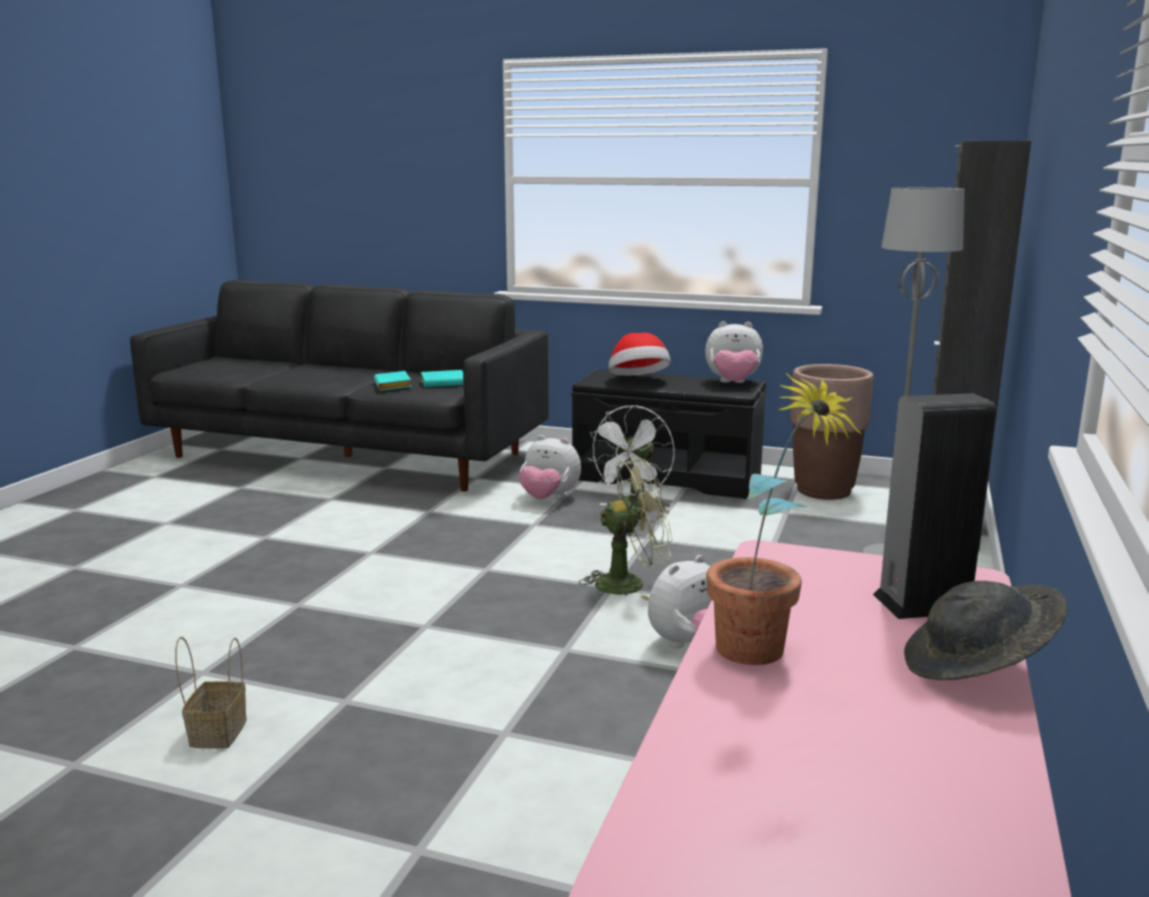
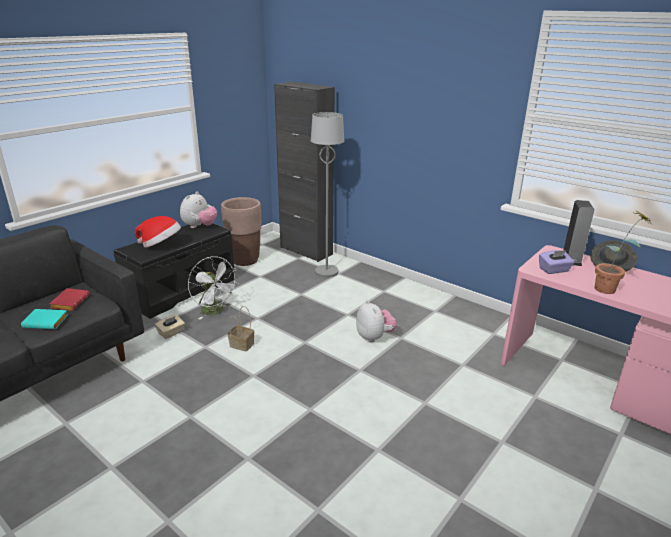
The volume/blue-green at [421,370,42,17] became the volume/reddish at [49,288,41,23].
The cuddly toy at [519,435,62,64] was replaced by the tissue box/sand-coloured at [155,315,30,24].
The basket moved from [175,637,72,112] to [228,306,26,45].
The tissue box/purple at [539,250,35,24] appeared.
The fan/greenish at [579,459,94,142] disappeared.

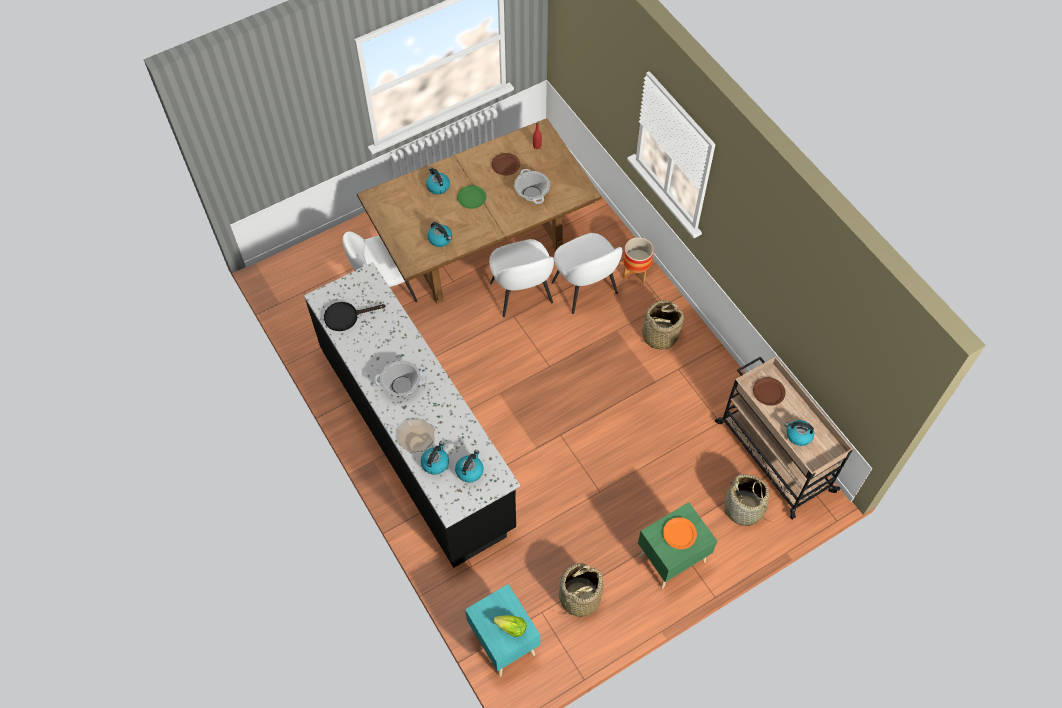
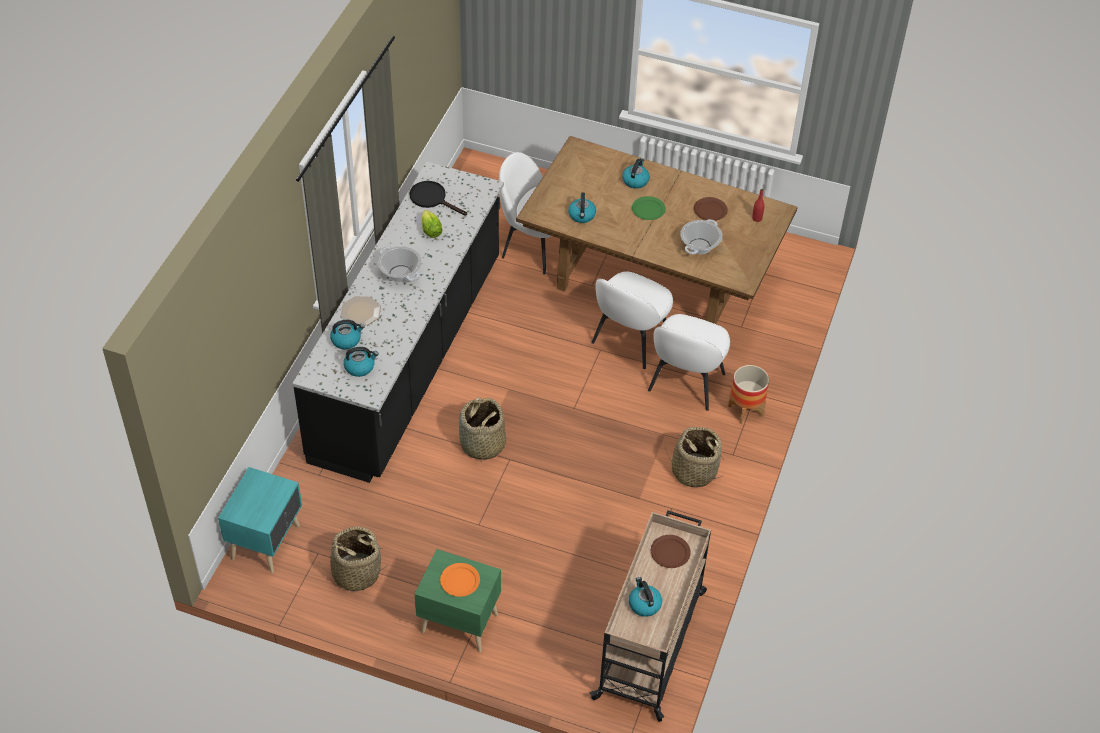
The lettuce moved from [493,615,33,22] to [422,210,20,28].
The basket moved from [724,474,47,52] to [459,398,47,65].

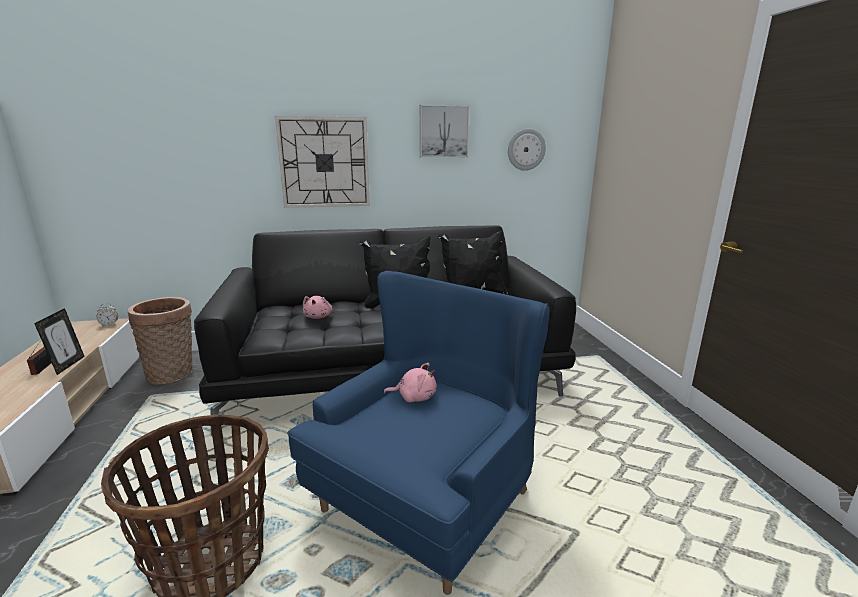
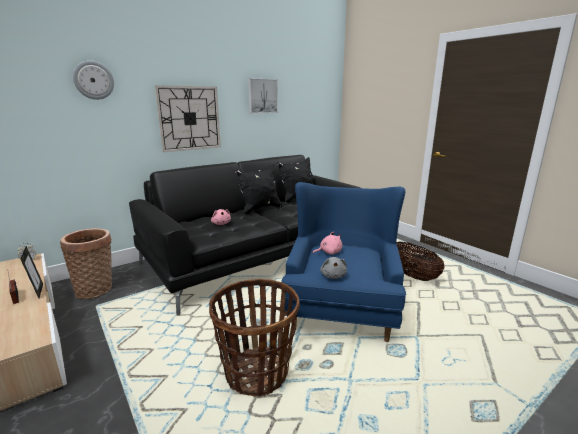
The clock on the wall moved from [508,129,38,42] to [73,60,41,40].
The cuddly toy/gray at [320,257,27,22] appeared.
The basket at [396,242,49,39] appeared.

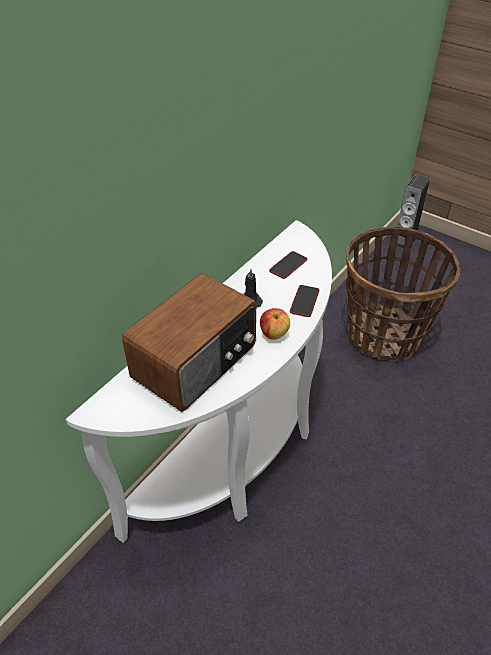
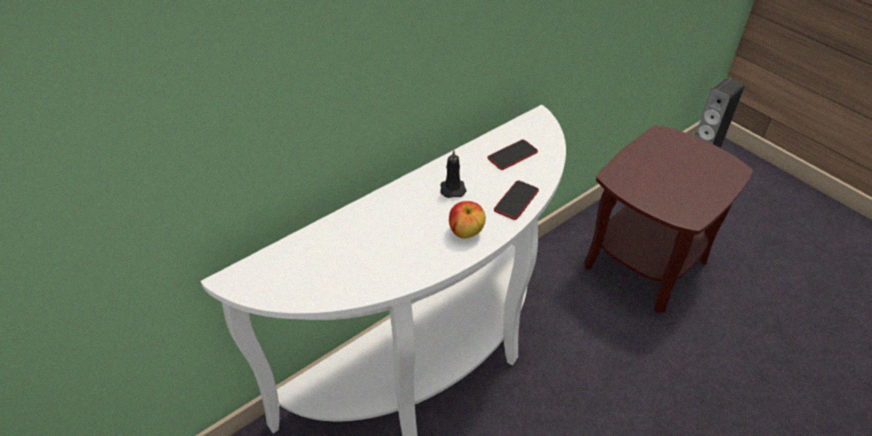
The basket at [346,227,114,135] was replaced by the end table/brown at [584,125,169,188].
The radio at [122,273,134,139] disappeared.

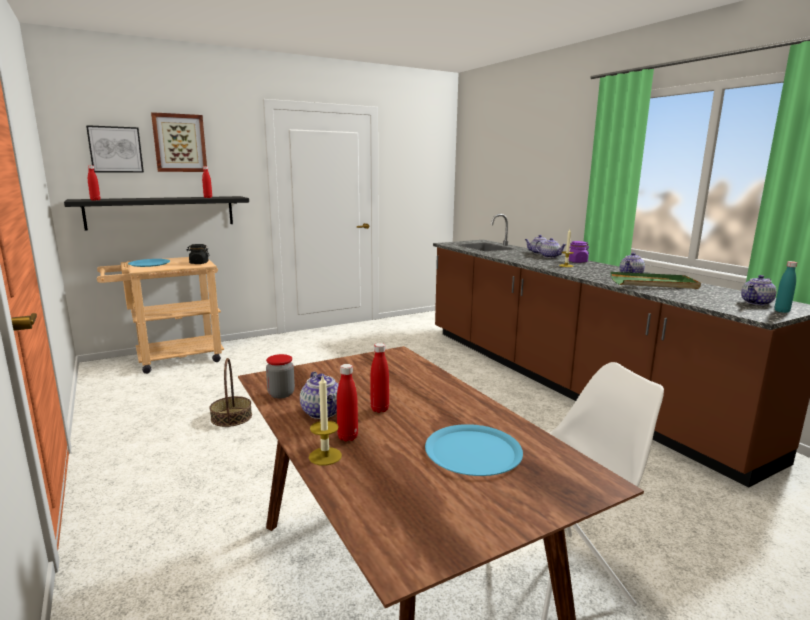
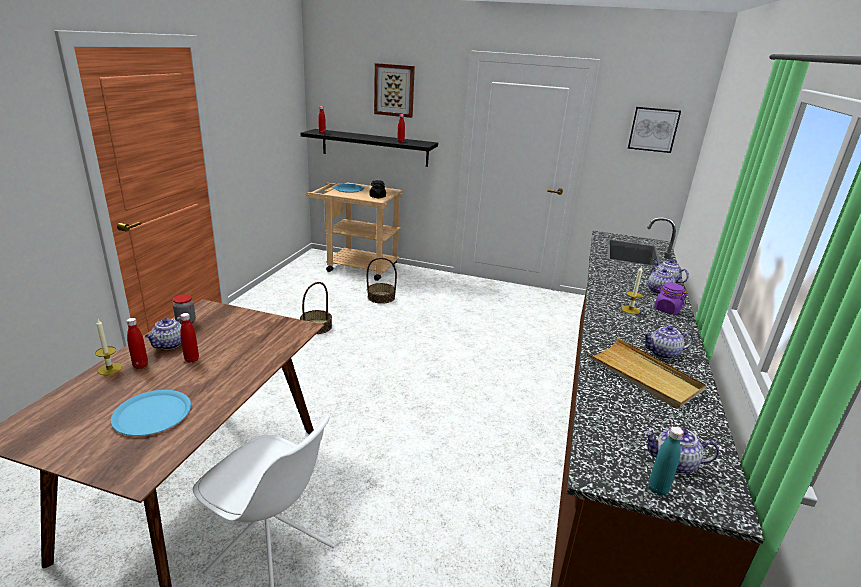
The basket at [367,258,30,46] appeared.
The carrying tray/greenish at [611,272,90,17] became the carrying tray/sand-coloured at [587,338,119,71].
The wall art moved from [86,125,58,48] to [628,107,53,46].

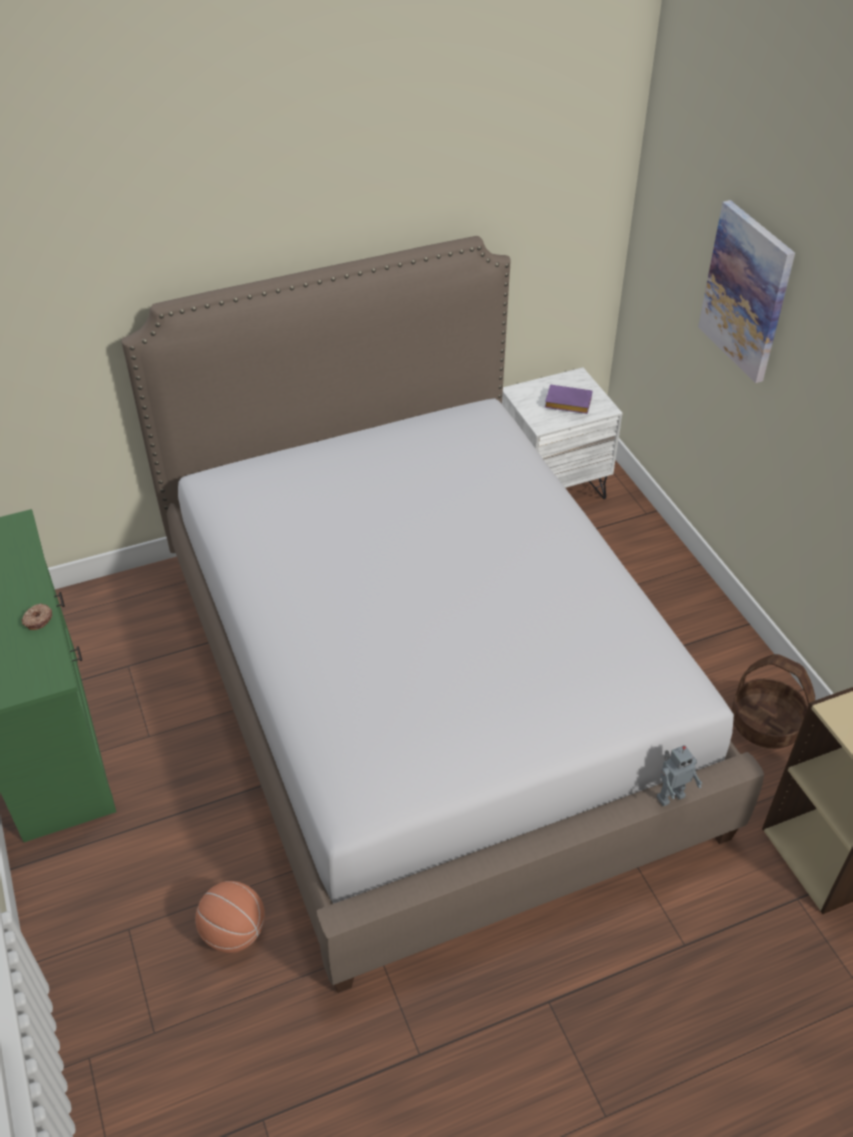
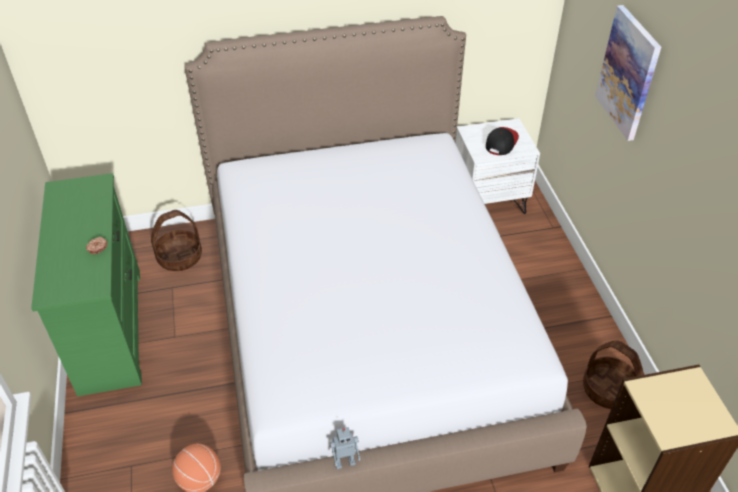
The basket at [151,210,51,61] appeared.
The model robot moved from [657,745,45,61] to [330,427,30,42].
The volume/purple at [545,385,47,29] was replaced by the baseball cap at [486,127,33,28].

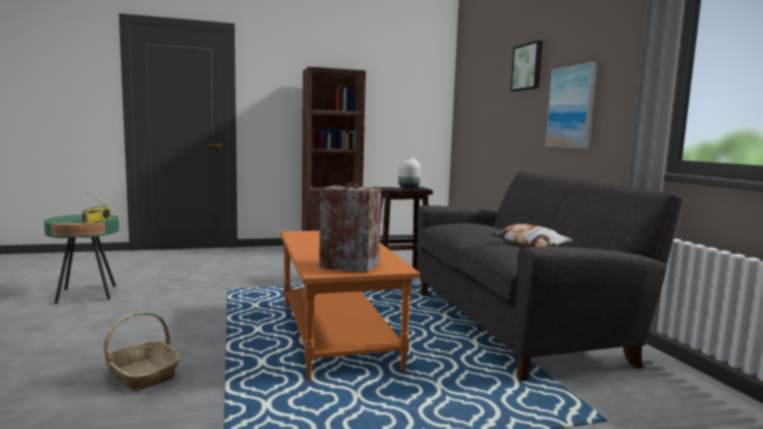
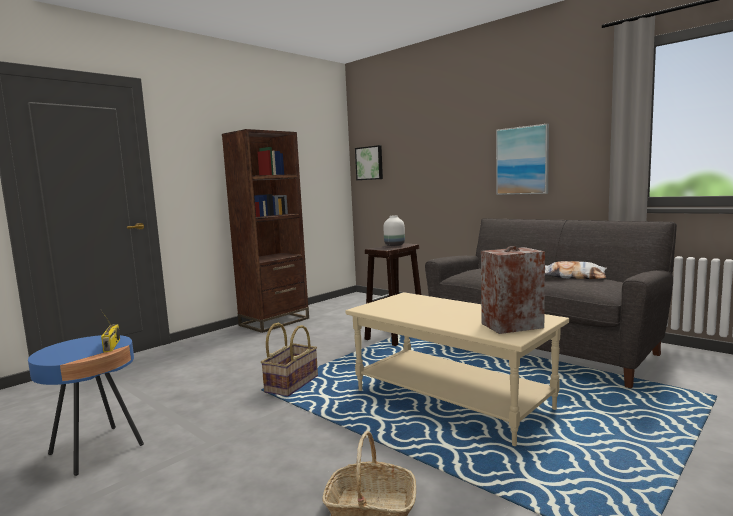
The end table/greenish at [44,214,75,89] became the end table/blue-coloured at [28,335,116,141].
The basket at [261,323,57,73] appeared.
The low table/orange-coloured at [280,231,140,149] became the low table/sand-coloured at [346,292,223,154].
The wall art moved from [511,41,32,50] to [355,145,28,35].

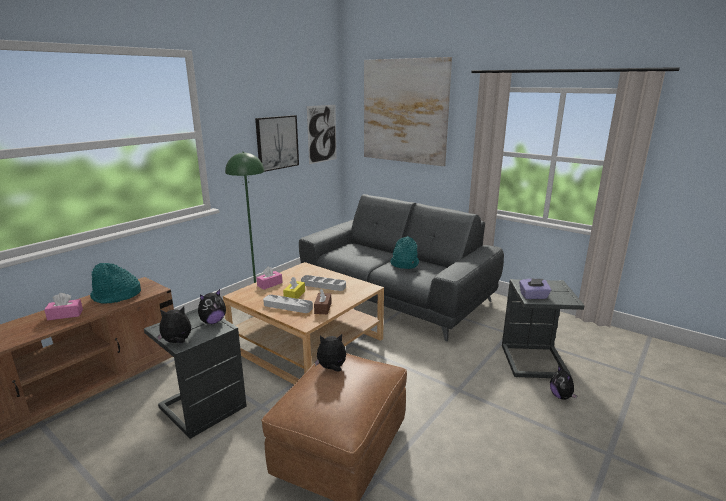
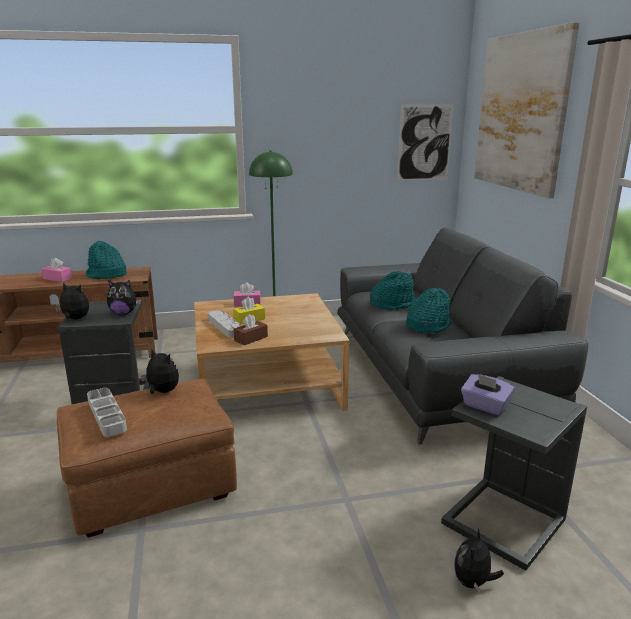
The carrying tray/gray moved from [301,275,45,16] to [87,388,40,49].
The hat/blue-green at [370,271,45,39] appeared.
The wall art at [255,115,44,57] disappeared.

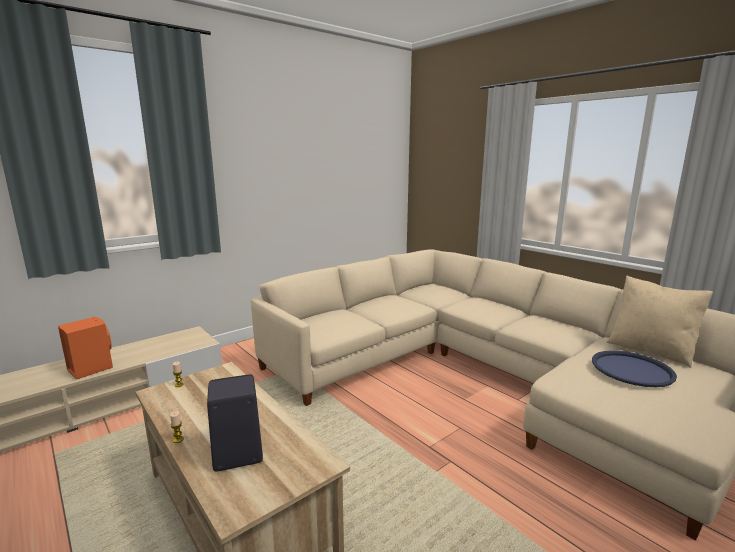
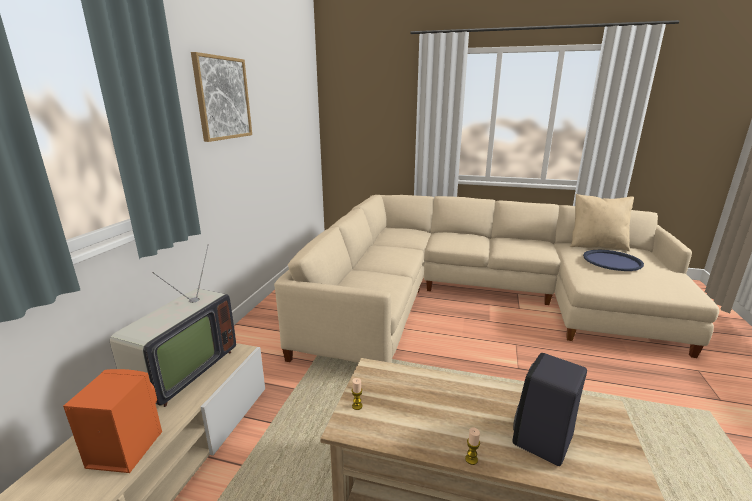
The television at [110,244,126,163] appeared.
The wall art at [191,52,61,90] appeared.

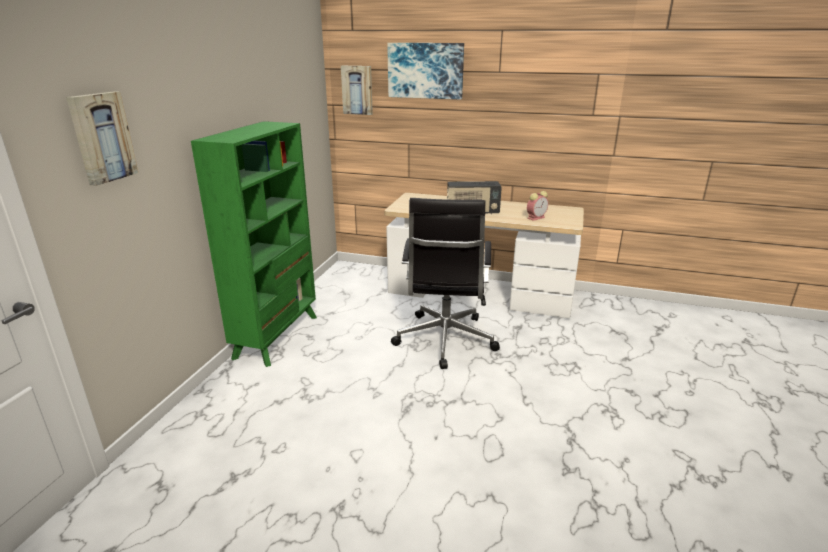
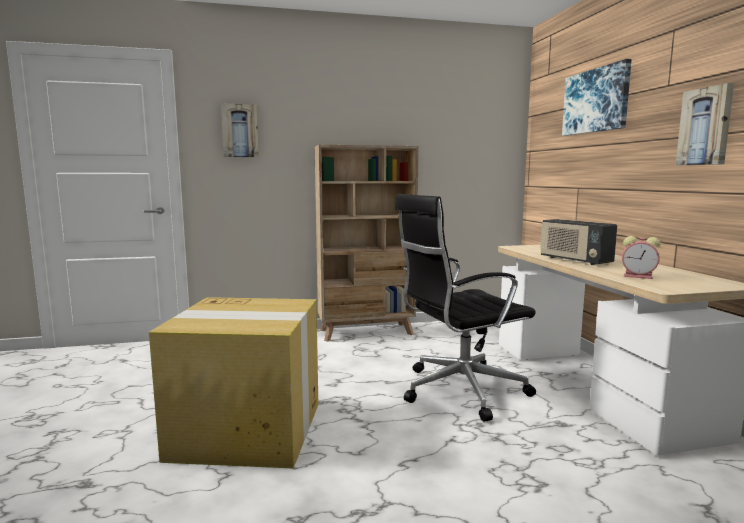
The carton at [149,297,170,172] appeared.
The bookshelf/greenish at [191,121,126,246] became the bookshelf/sand-coloured at [315,145,104,197].
The wall art moved from [341,66,32,49] to [676,83,58,82].

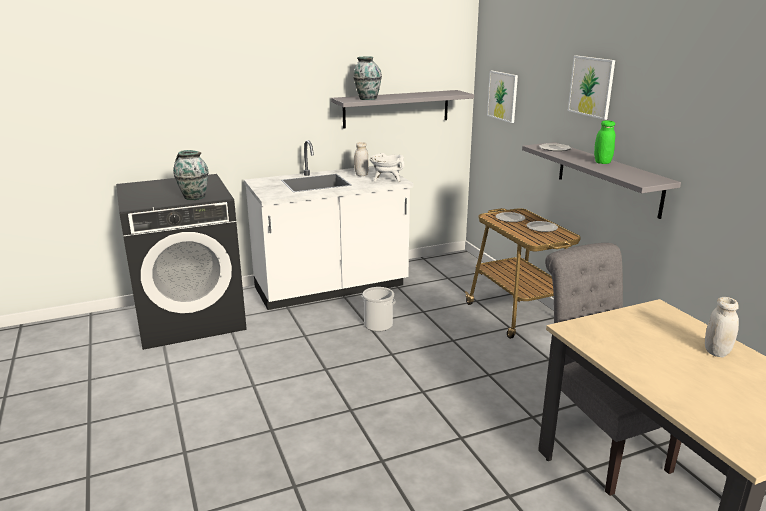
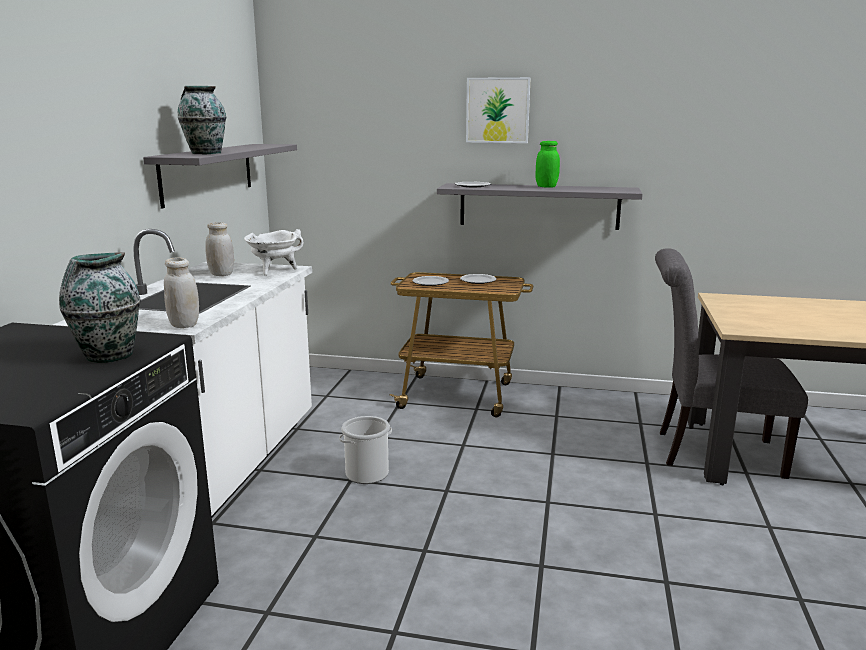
The jar/white moved from [705,297,34,61] to [164,258,35,70].
The wall art at [487,71,31,52] disappeared.

